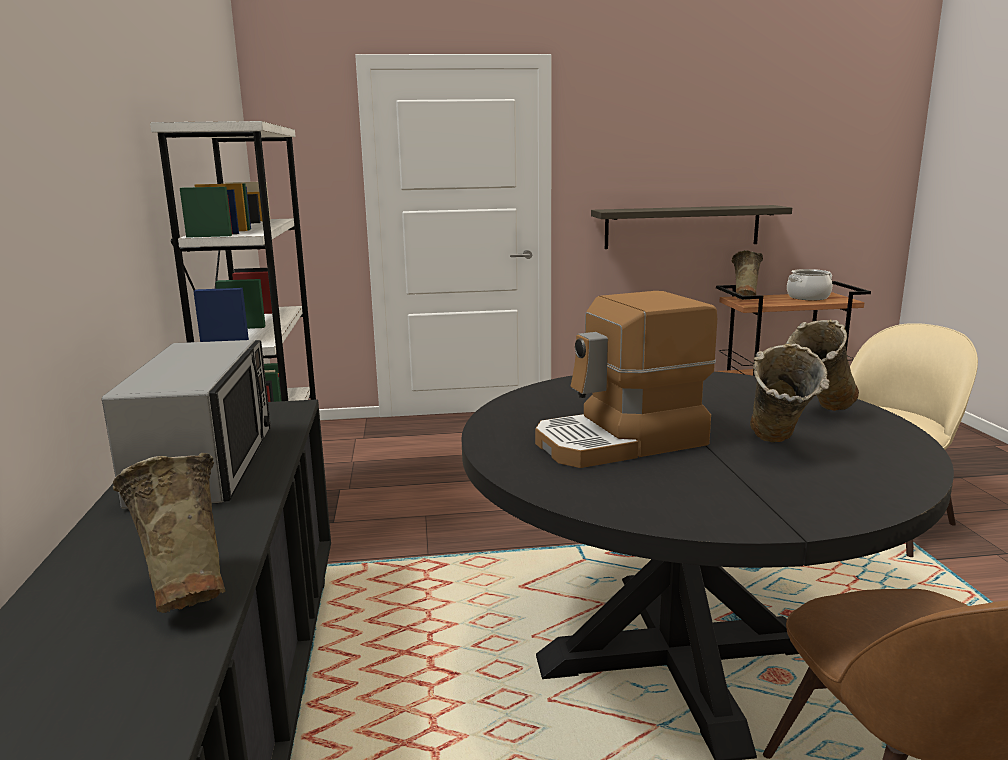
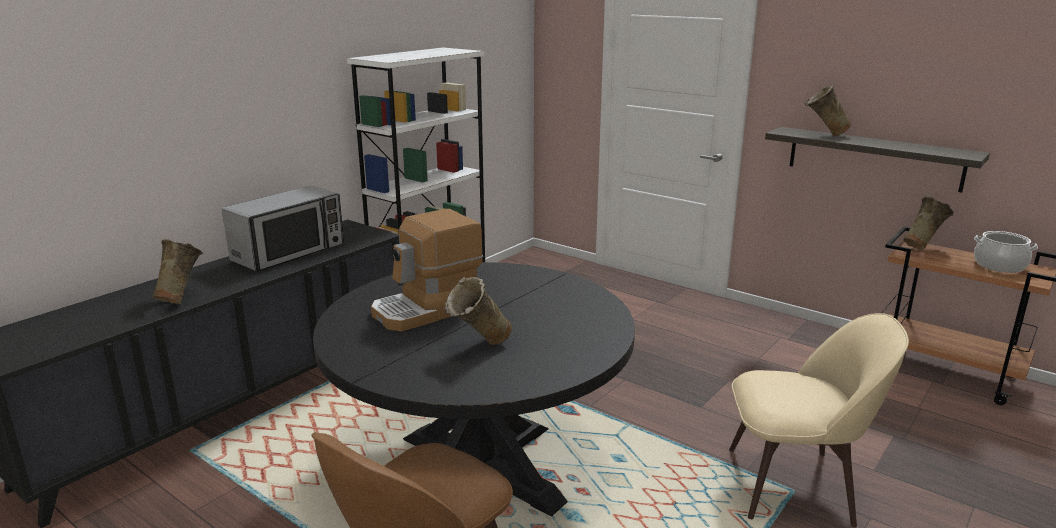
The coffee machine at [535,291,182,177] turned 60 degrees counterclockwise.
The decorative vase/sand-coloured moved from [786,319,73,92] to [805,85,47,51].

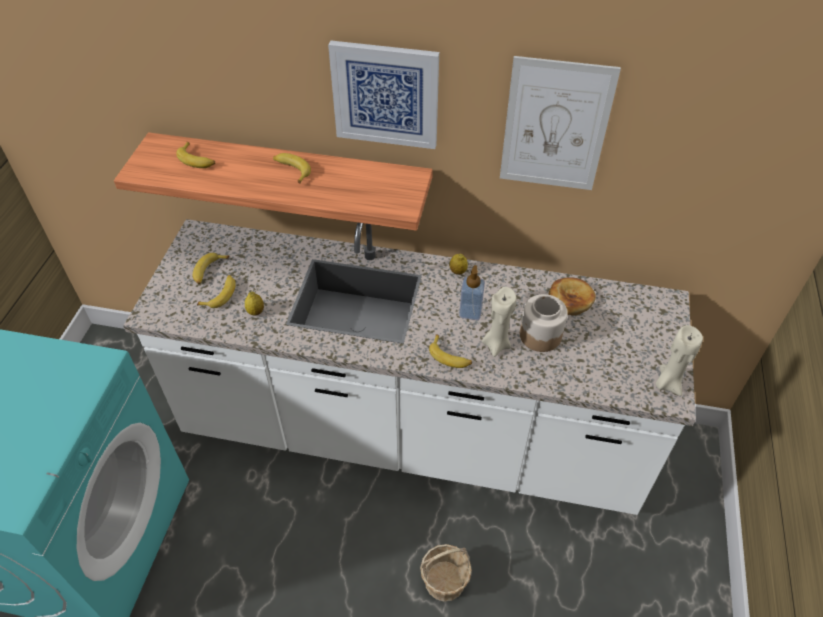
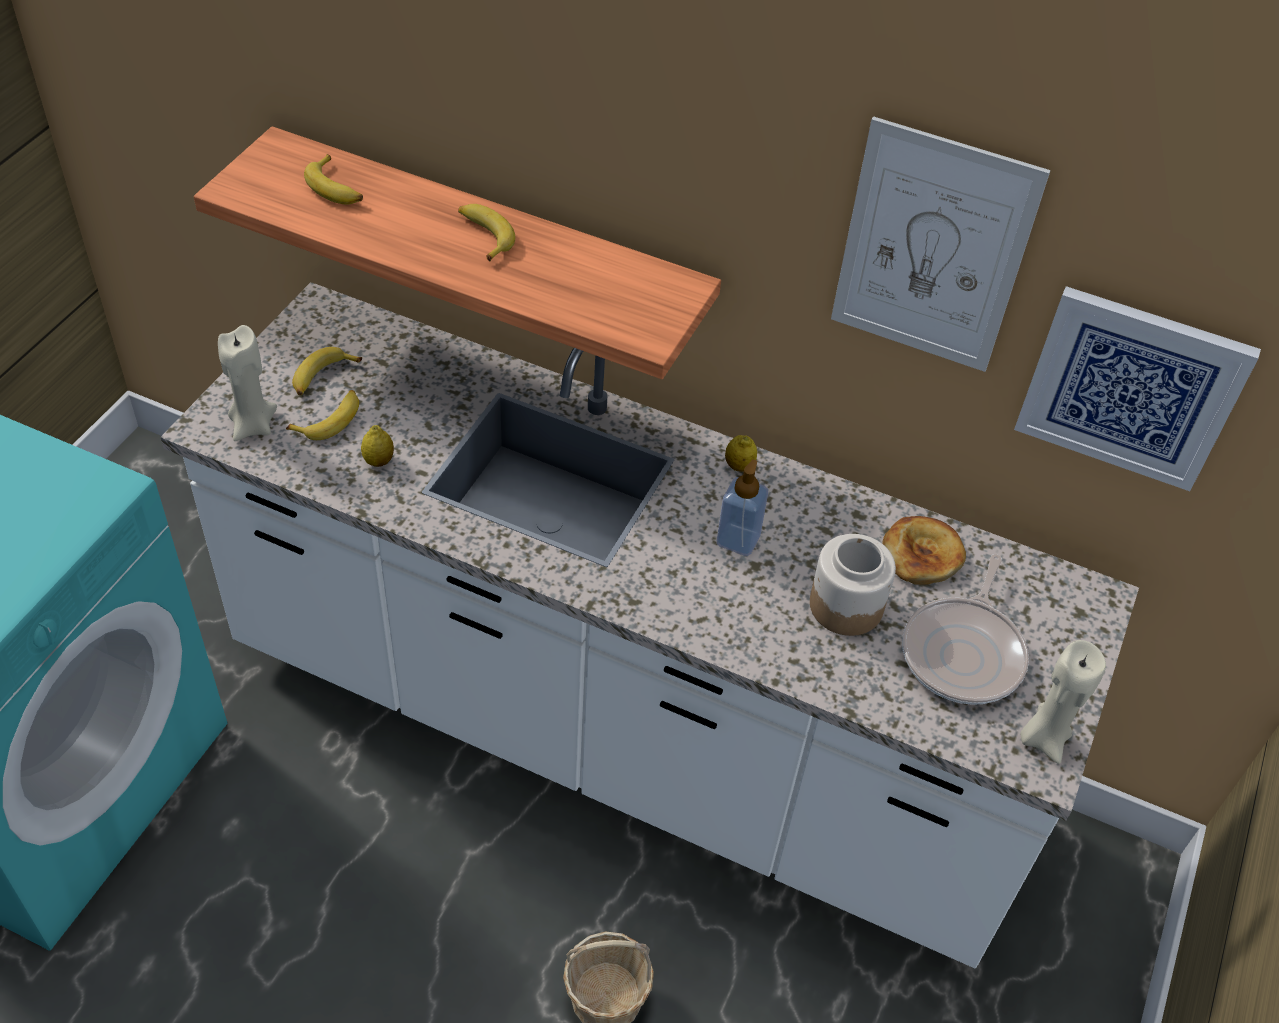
The candle/sand-coloured moved from [482,287,35,70] to [218,325,59,116].
The skillet at [902,554,127,151] appeared.
The wall art moved from [328,40,111,109] to [1014,286,247,205].
The whole banana at [429,334,43,34] disappeared.

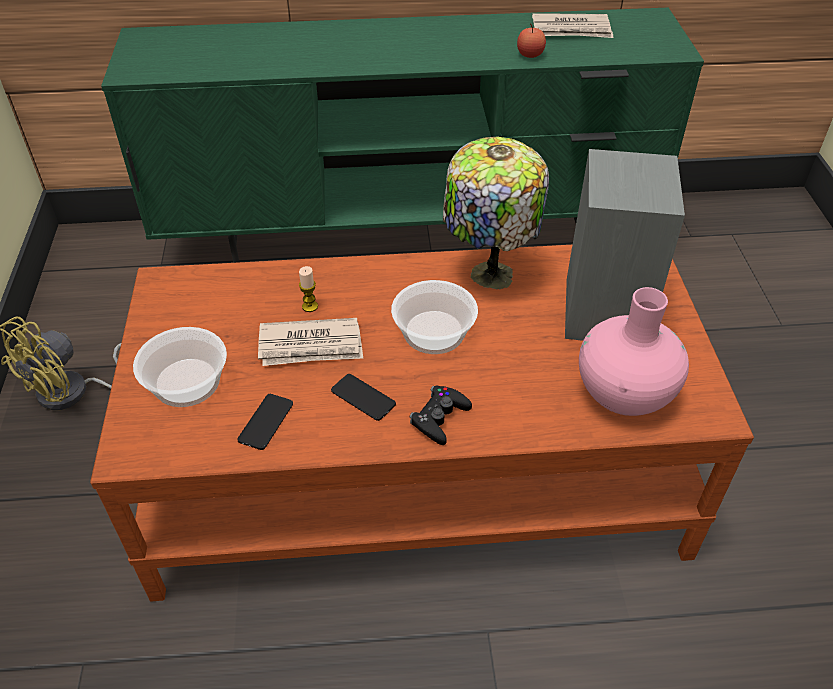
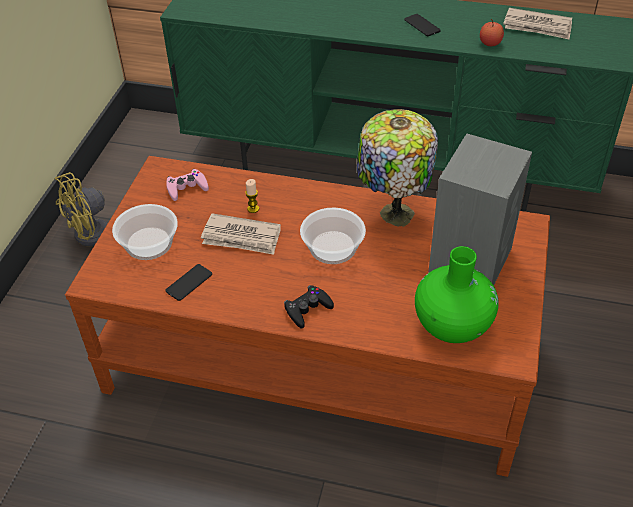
The joypad/pink-coloured at [166,169,43,32] appeared.
The handset moved from [331,374,65,47] to [404,14,37,22].
The decorative vase/pink-coloured at [579,287,110,129] became the decorative vase/greenish at [415,246,84,97].

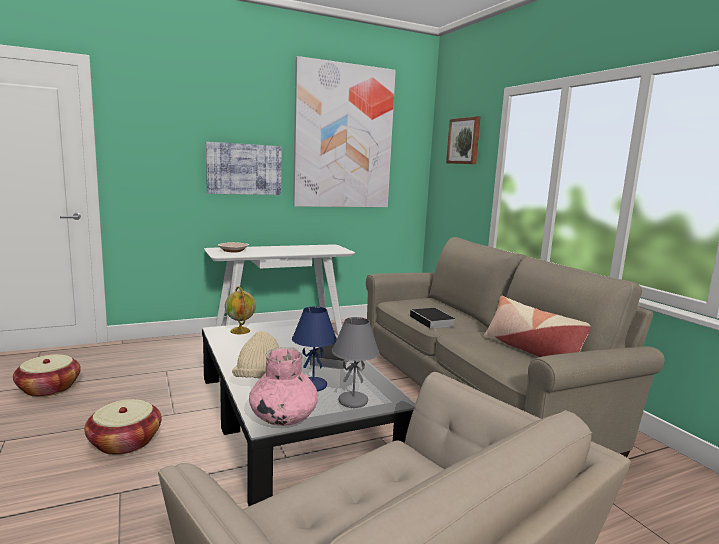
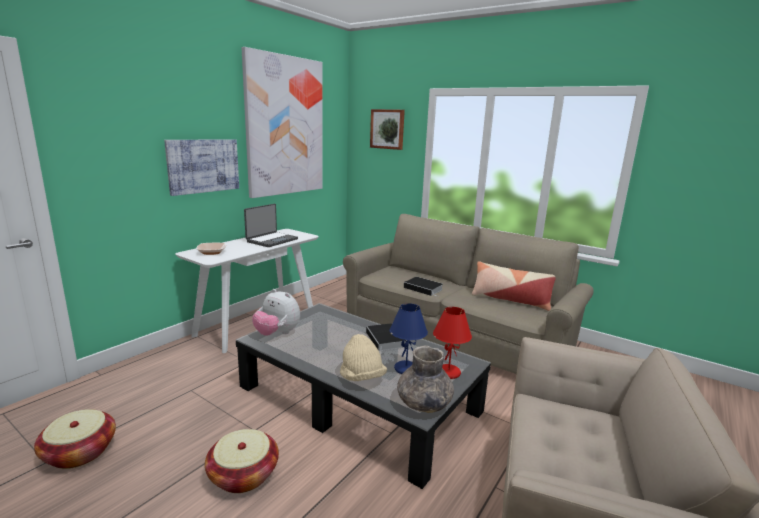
The portable computer at [244,204,54,43] appeared.
The world globe at [225,286,31,48] was replaced by the cuddly toy at [252,289,48,47].
The decorative vase/pink-coloured at [249,347,69,79] became the decorative vase/gray at [397,345,57,68].
The table lamp/gray at [332,317,47,91] became the table lamp/reddish at [433,307,39,72].

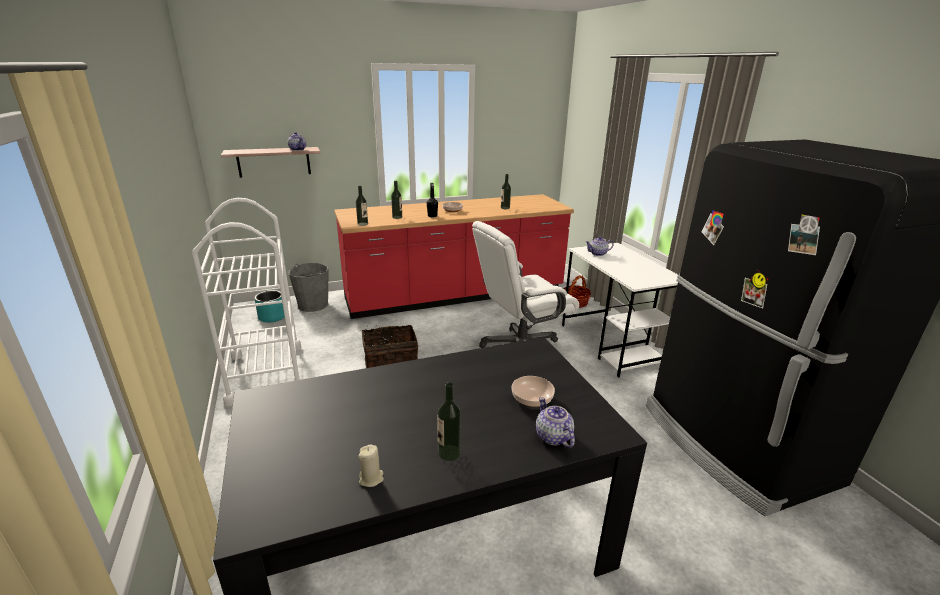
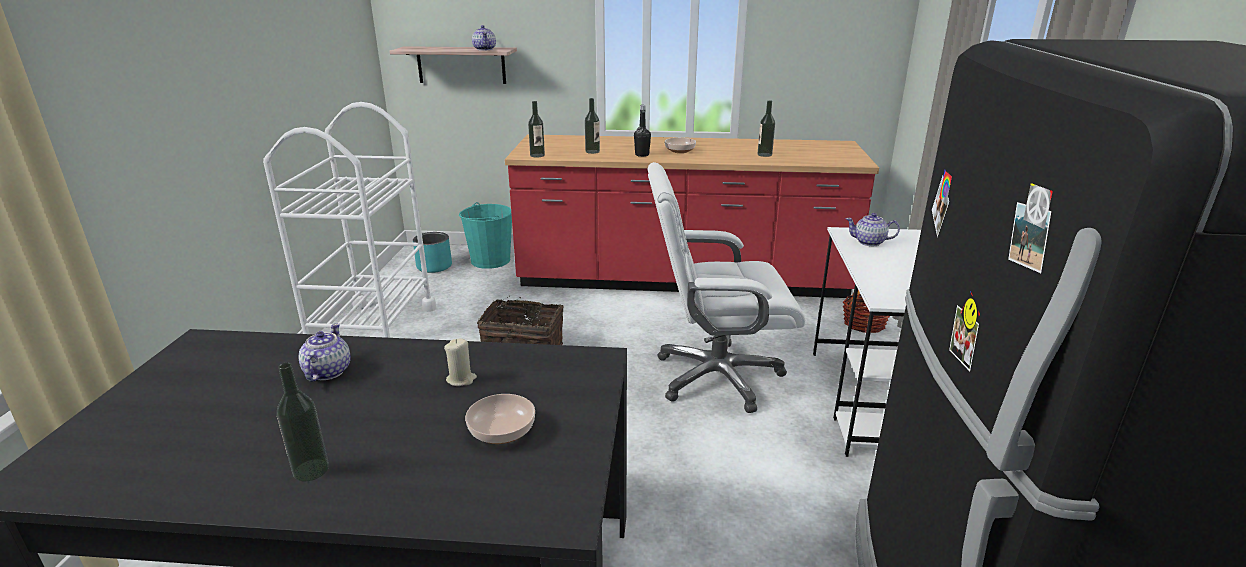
The pot for tea moved from [536,397,39,51] to [299,323,52,59].
The candle/sand-coloured moved from [358,445,26,42] to [444,339,33,47].
The bucket/gray at [288,263,41,49] became the bucket/blue-green at [459,202,53,67].

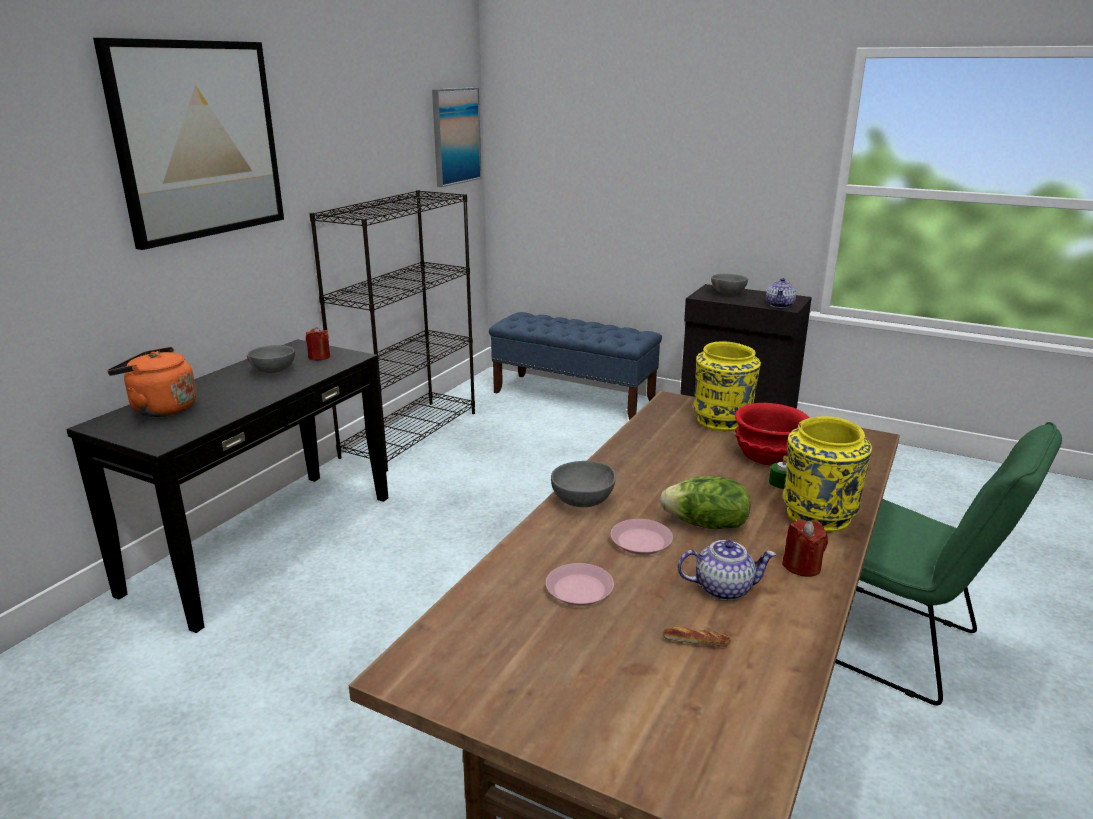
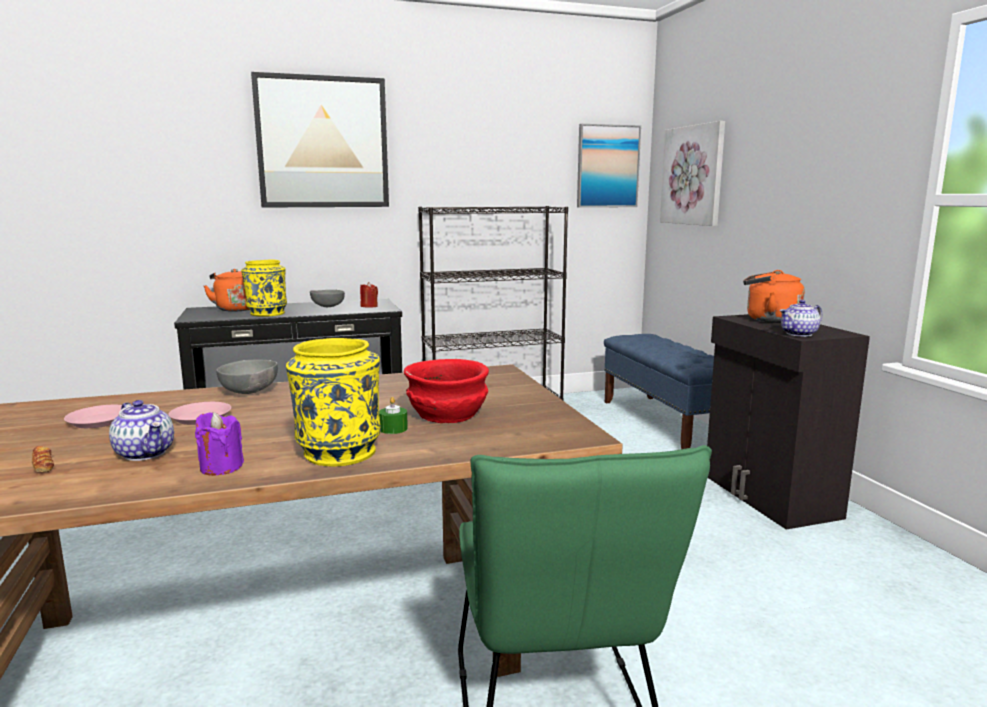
The candle/reddish at [782,519,46,58] became the candle/purple at [195,412,49,64].
The decorative vase/yellow moved from [693,342,68,89] to [241,260,46,57].
The wall art at [660,121,65,105] appeared.
The bowl/gray at [711,274,37,21] was replaced by the kettle/orange-coloured at [743,270,62,53].
The lettuce at [660,476,91,53] disappeared.

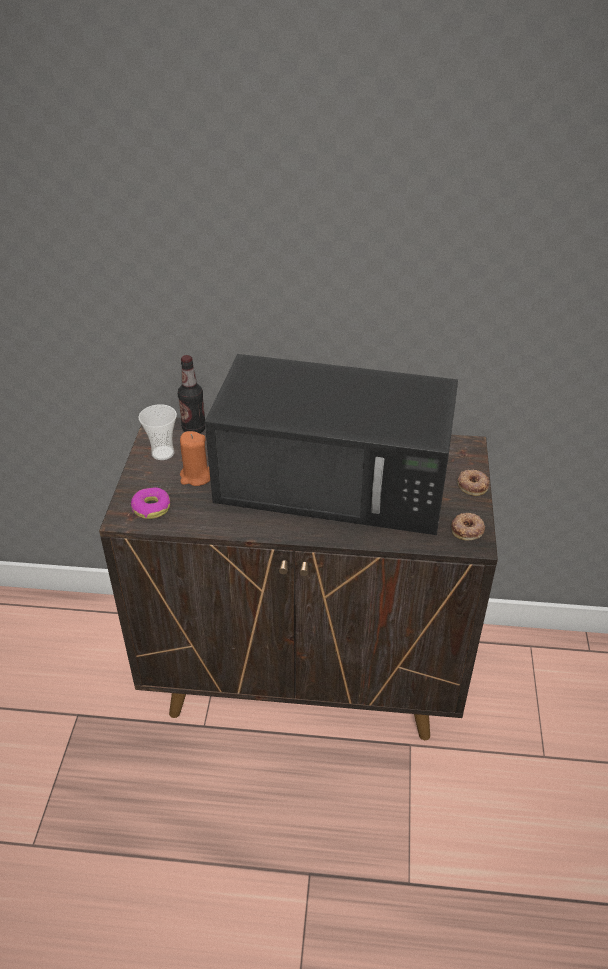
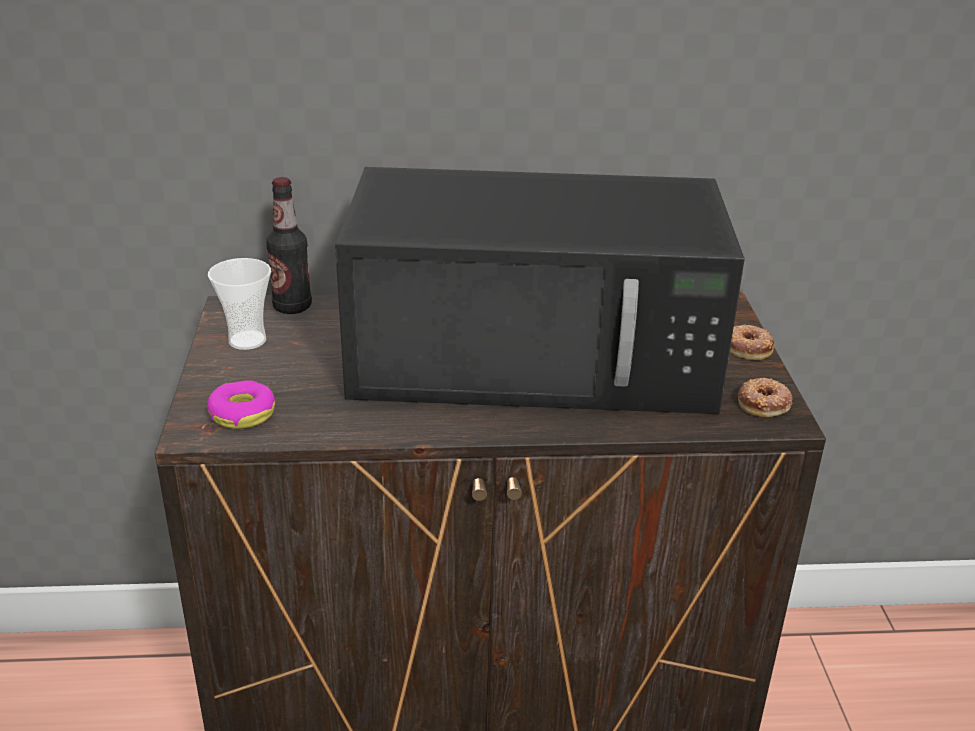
The candle/orange-coloured at [180,431,30,55] disappeared.

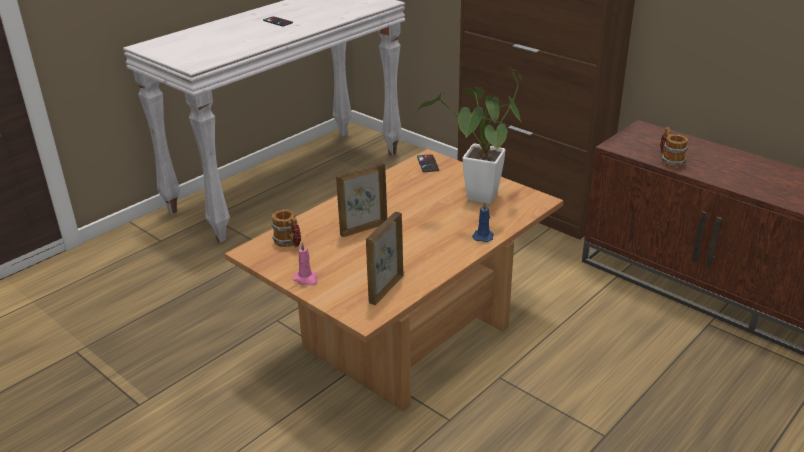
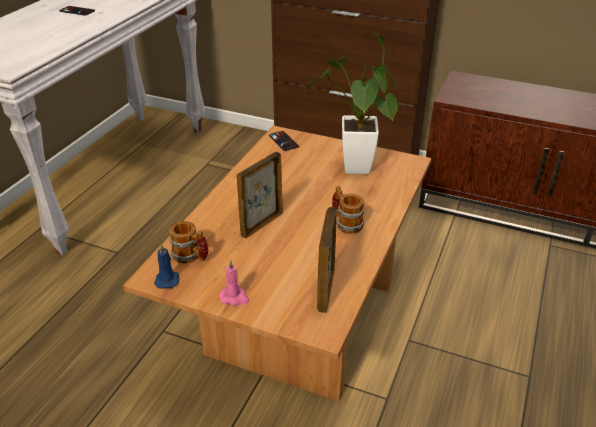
The candle/blue-coloured moved from [472,202,22,40] to [154,243,25,46].
The coffee mug moved from [660,127,28,41] to [332,186,33,48].

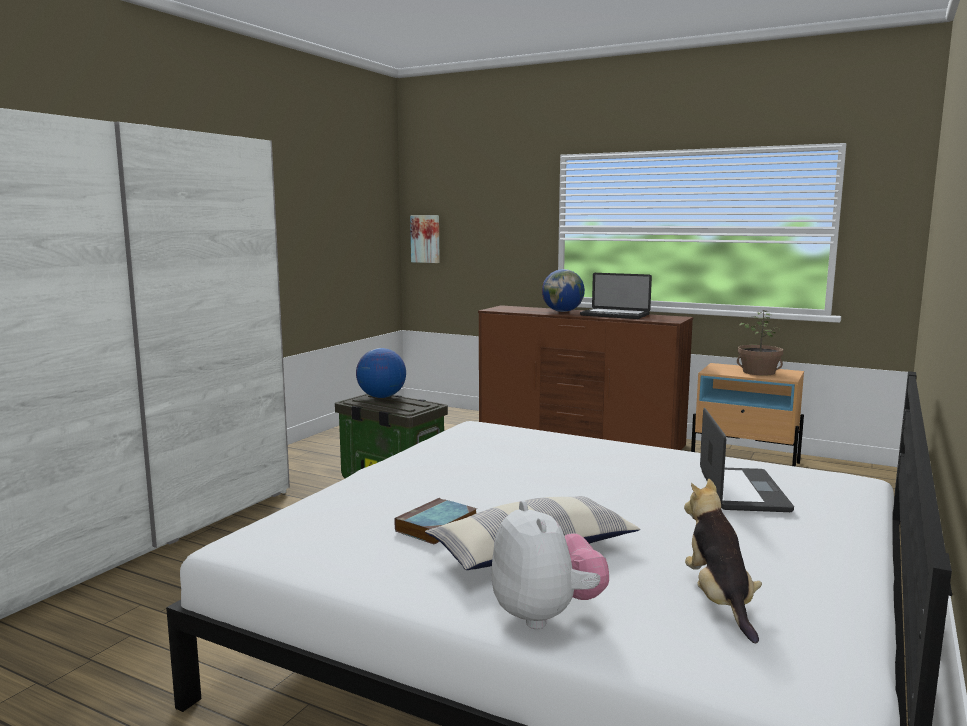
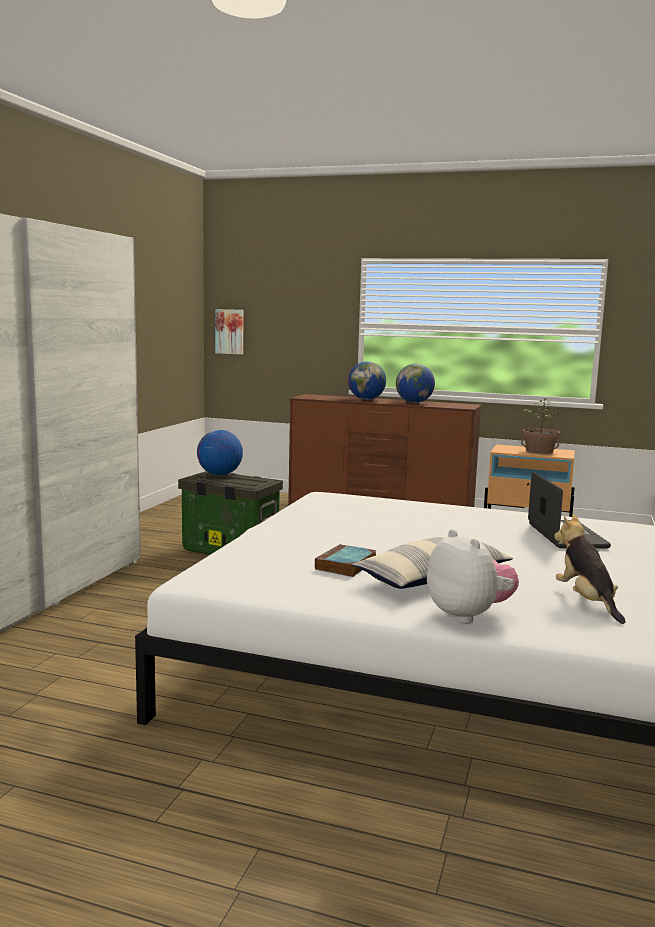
The portable computer at [580,273,72,46] was replaced by the world globe at [396,364,39,39].

